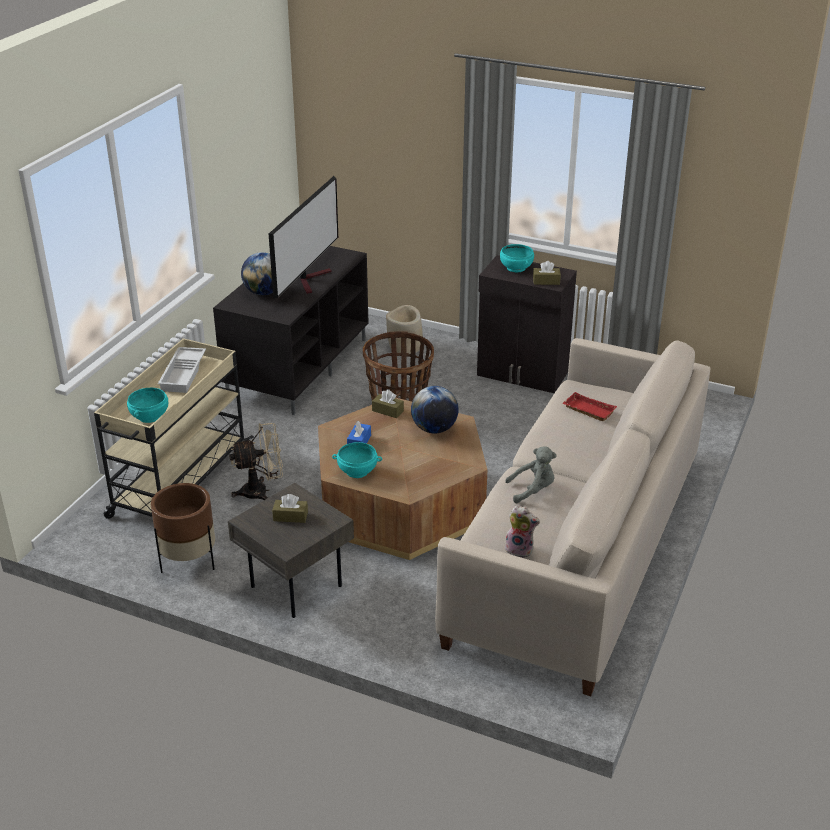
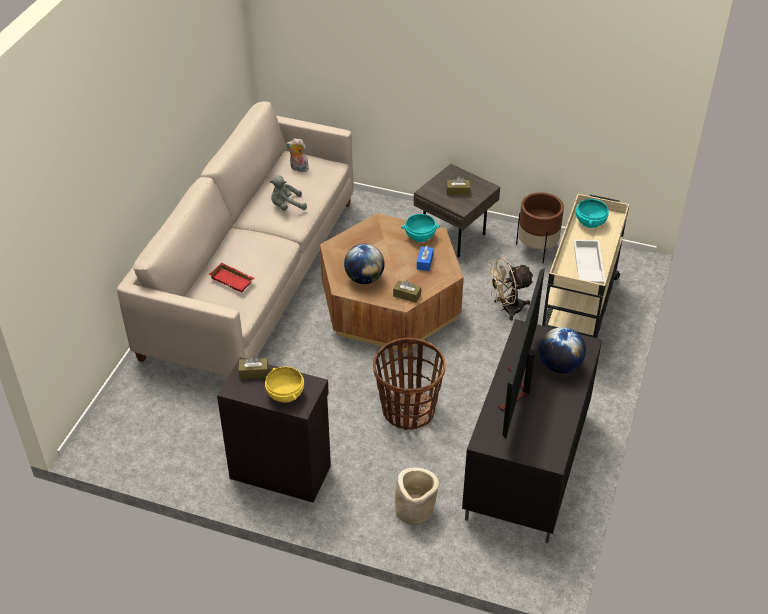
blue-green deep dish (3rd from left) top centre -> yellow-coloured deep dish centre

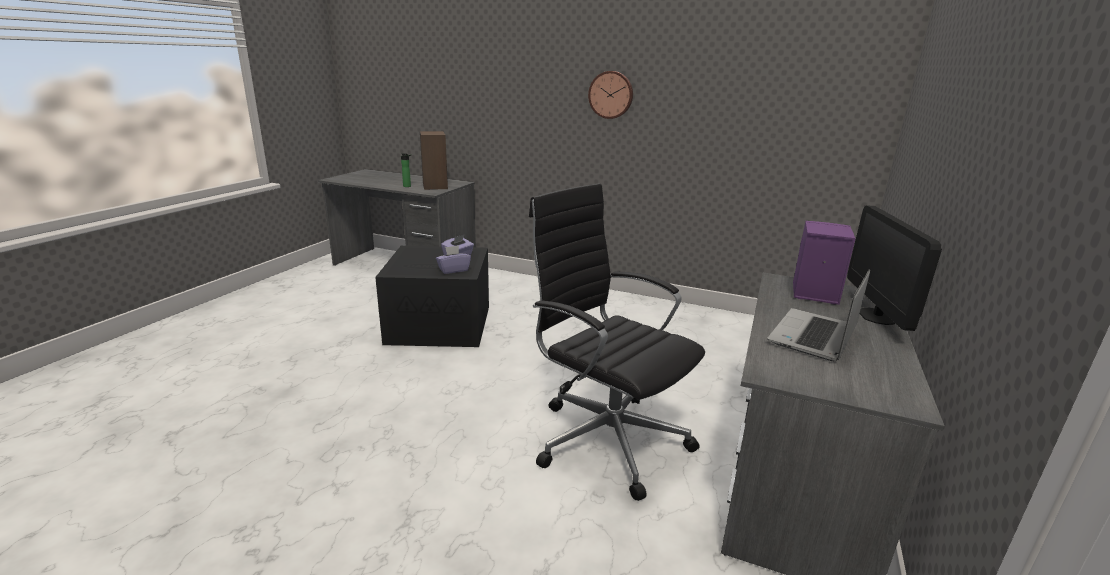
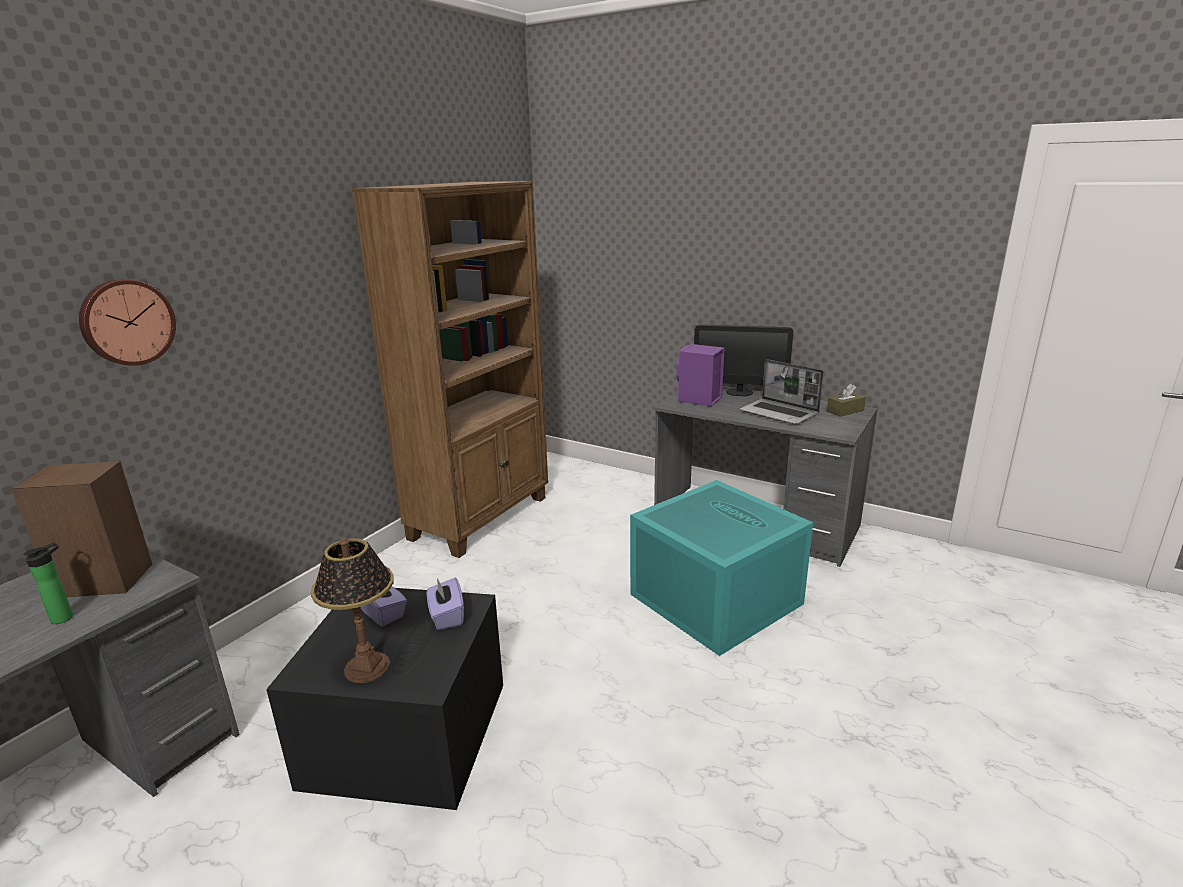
none -> tabletop lamp bottom left
none -> brown bookshelf centre
none -> brown tissue holder middle right
clock on the wall top centre -> clock on the wall middle left, moved
black computer chair centre -> blue-green storage box centre

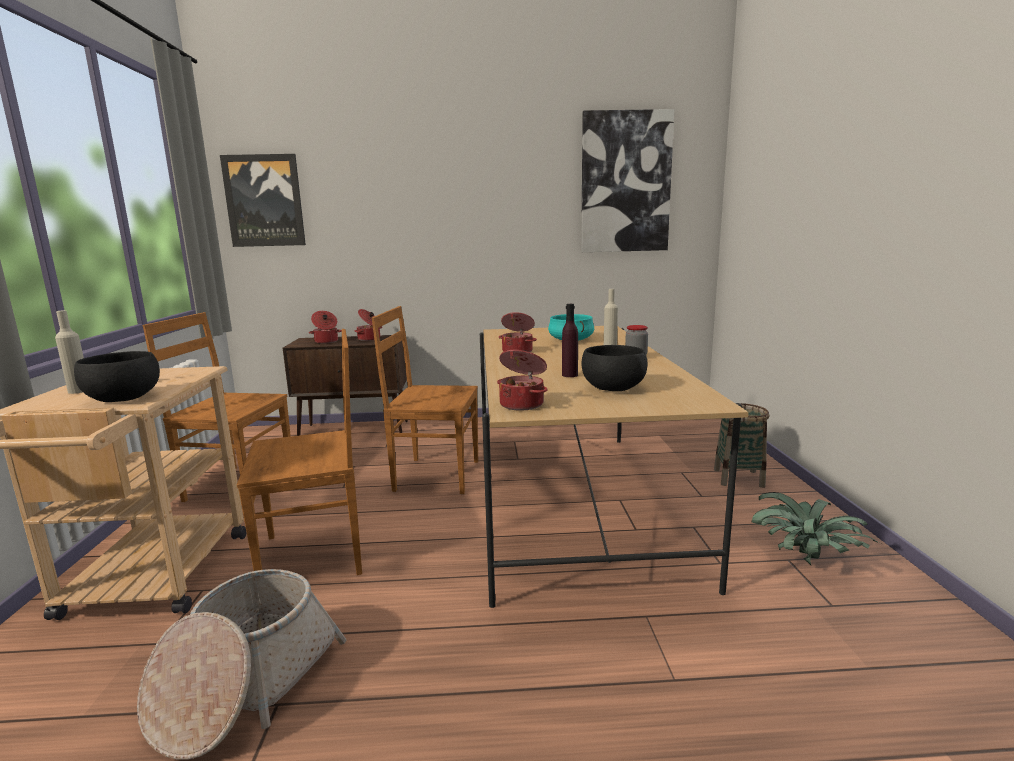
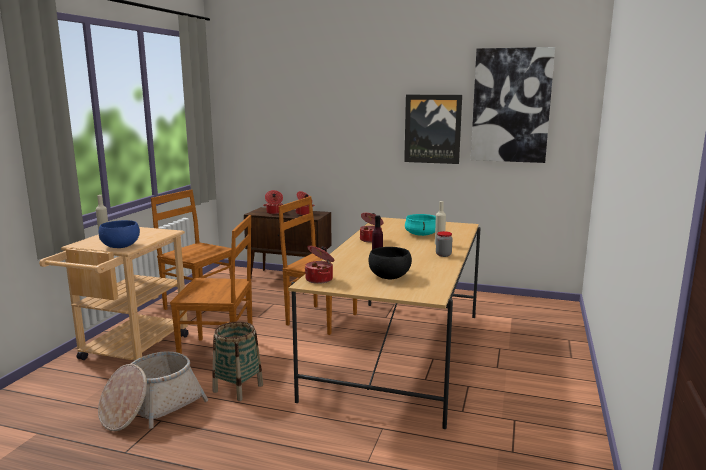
plant in a pot bottom right -> none
picture (1st from left) top left -> picture (1st from left) top centre, moved
storage basket (2nd from left) middle right -> storage basket (2nd from left) bottom centre, moved
black deep dish (1st from left) middle left -> bluish deep dish middle left

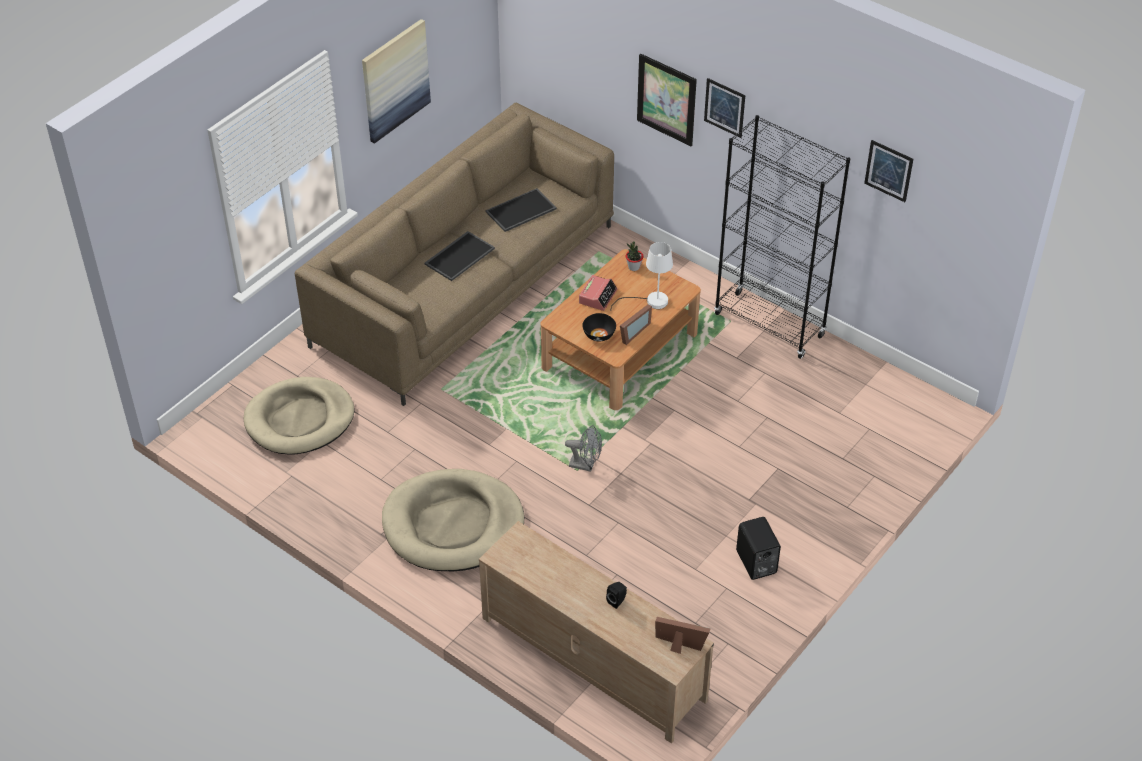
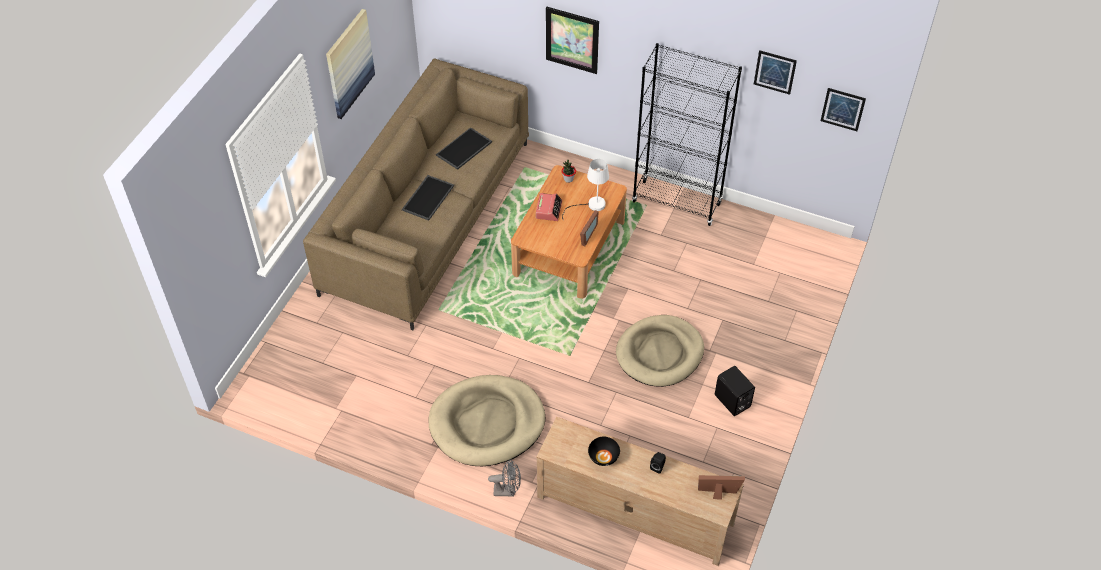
beige-coloured pet bed (1st from left in the first image) middle left -> beige-coloured pet bed (2nd from left) centre, moved
greyish cooling fan centre -> greyish cooling fan bottom centre, moved
black deep dish centre -> black deep dish bottom centre, moved
picture (3rd from left in the first image) top centre -> picture (4th from left) top right, moved

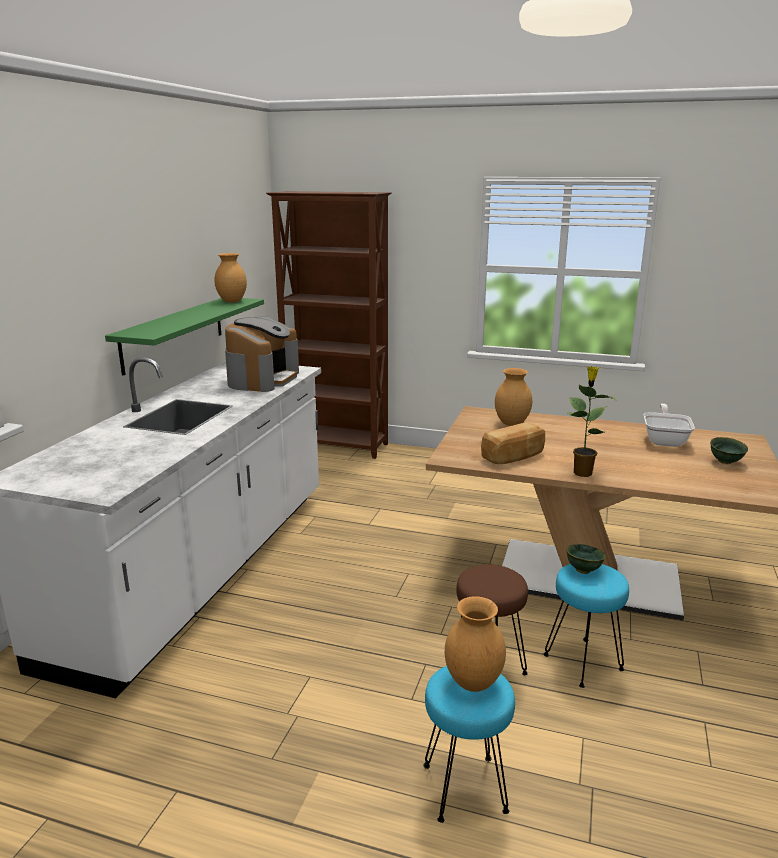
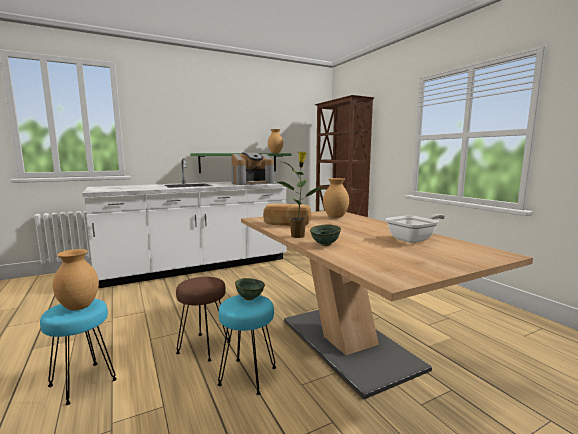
green deep dish (2nd from left) middle right -> green deep dish (2nd from left) centre, moved

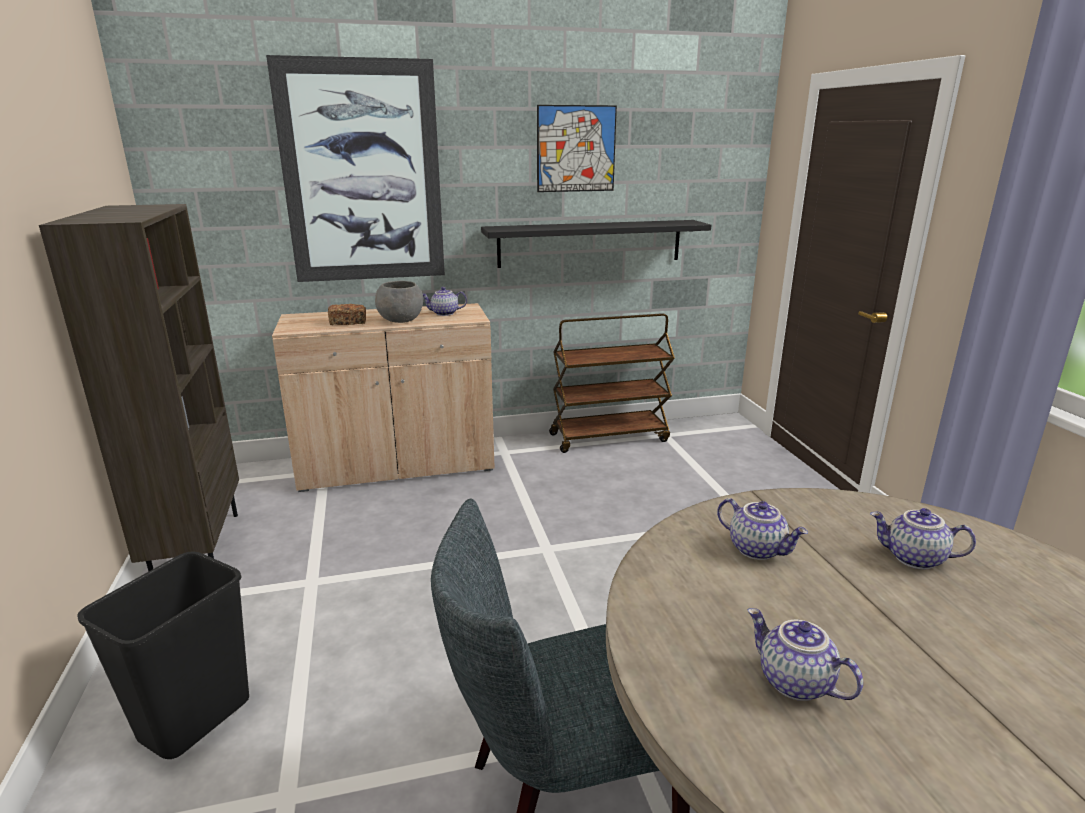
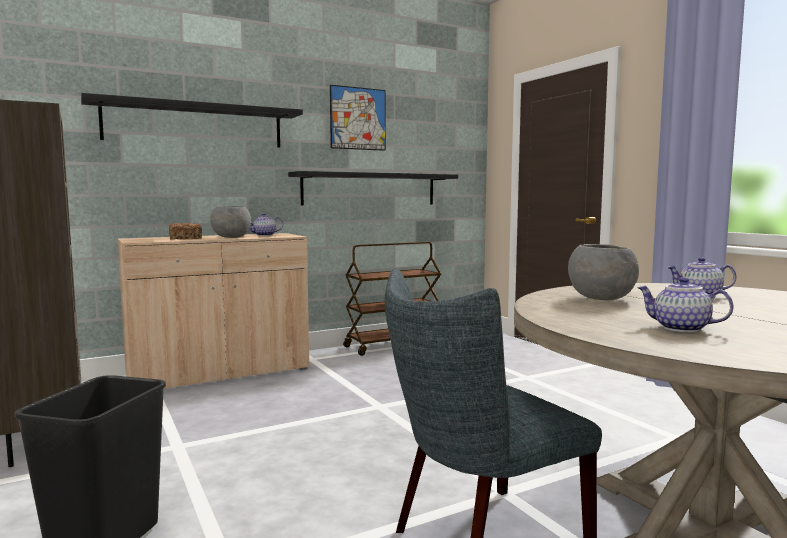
picture (1st from left) top left -> black wall shelf (1st from left) top left
tea pot (2nd from left) middle right -> greyish deep dish (2nd from left) middle right

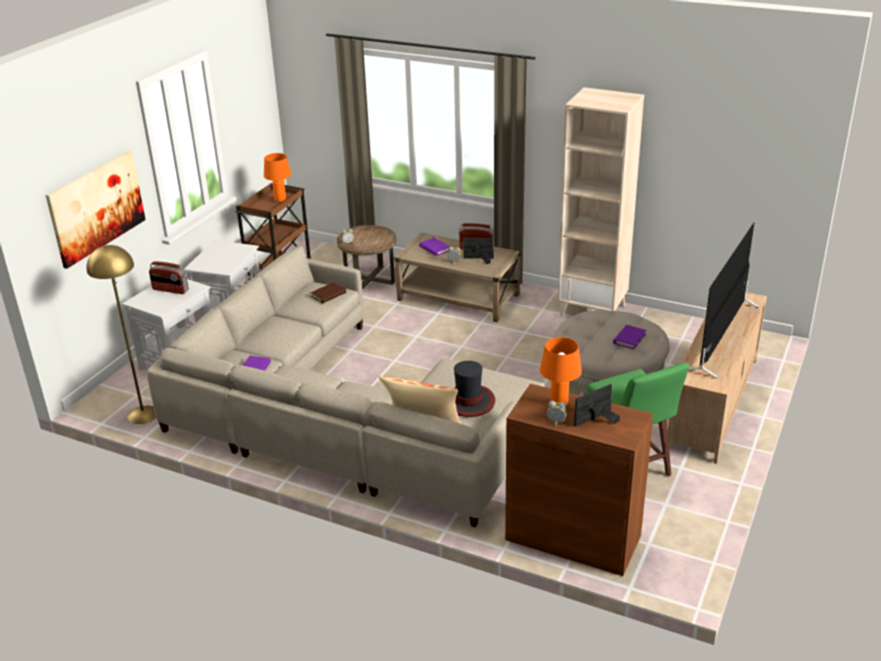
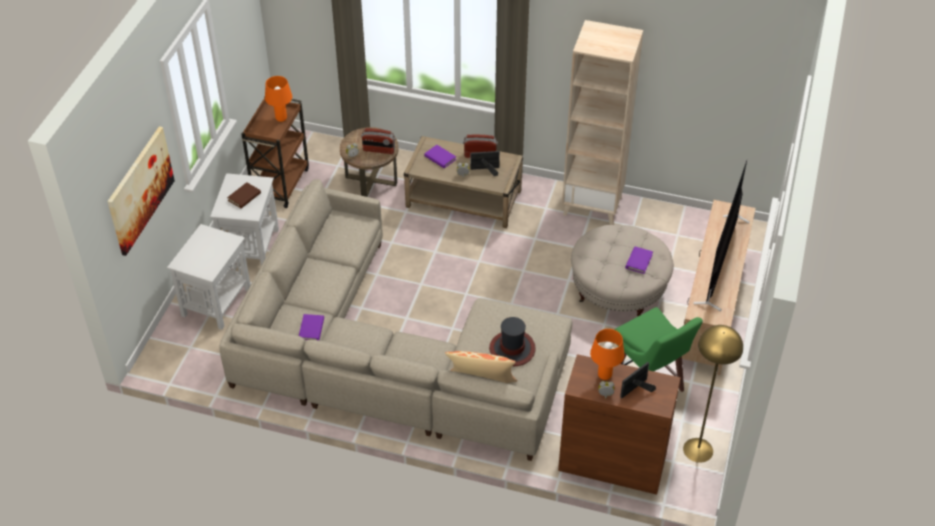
yellow-coloured standing lamp middle left -> yellow-coloured standing lamp bottom right, moved
radio (1st from left) middle left -> radio (1st from left) top centre, moved
brown book centre -> brown book middle left, moved

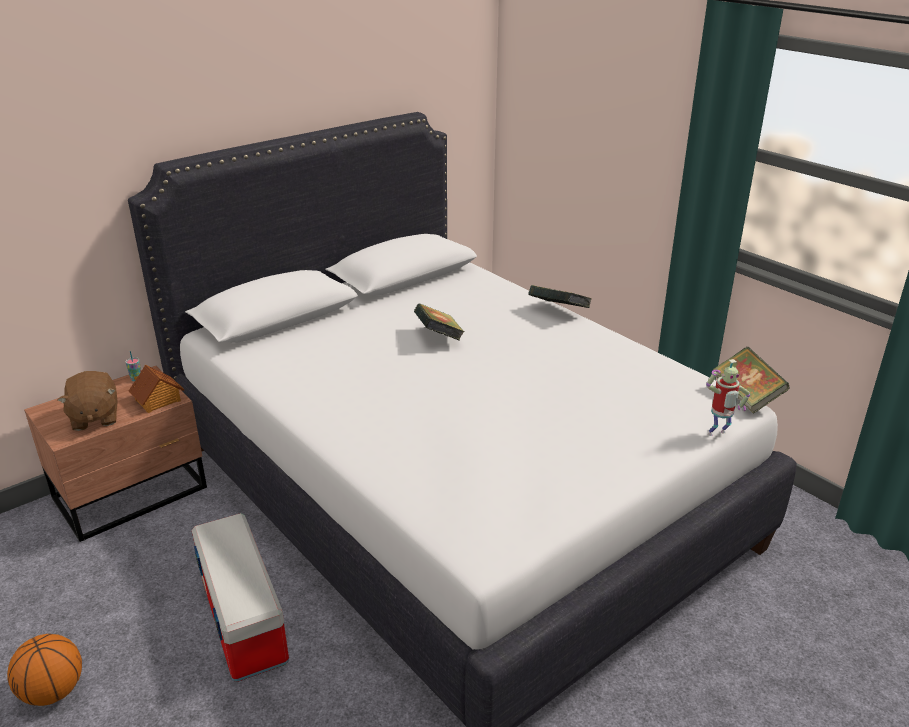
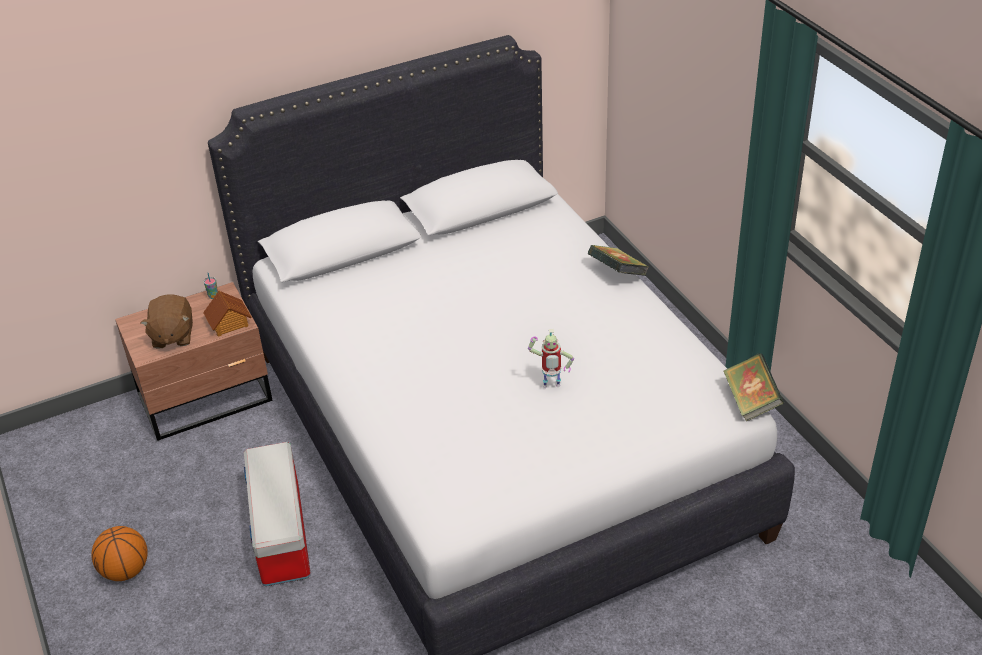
book (1st from left) centre -> none
model robot middle right -> model robot centre, moved

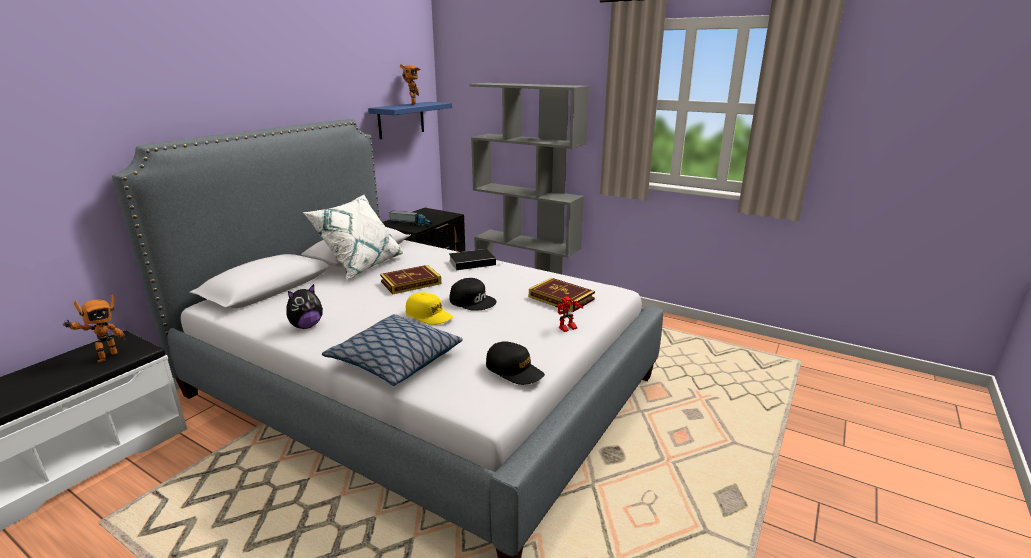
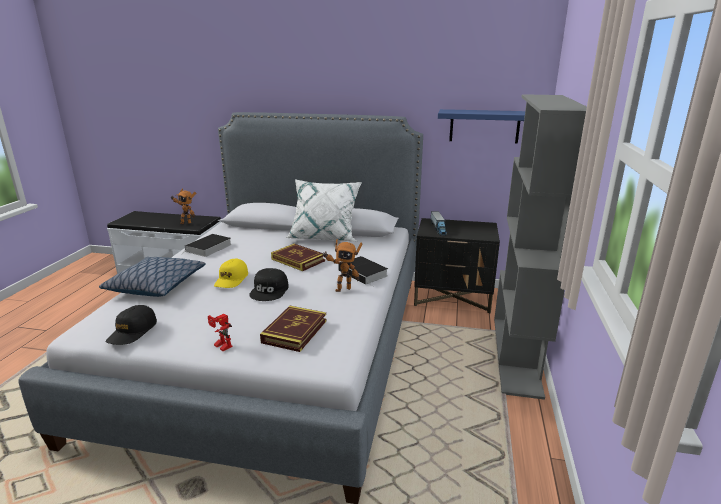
model robot (2nd from left in the first image) top centre -> model robot (3rd from left) centre, moved
soft toy middle left -> book (1st from left) middle left

